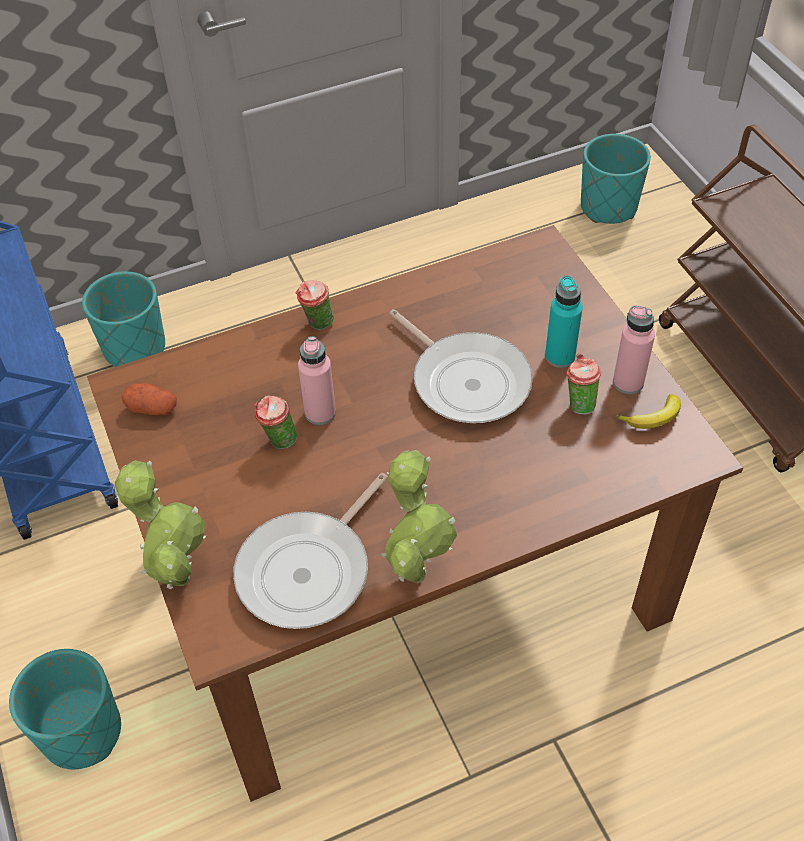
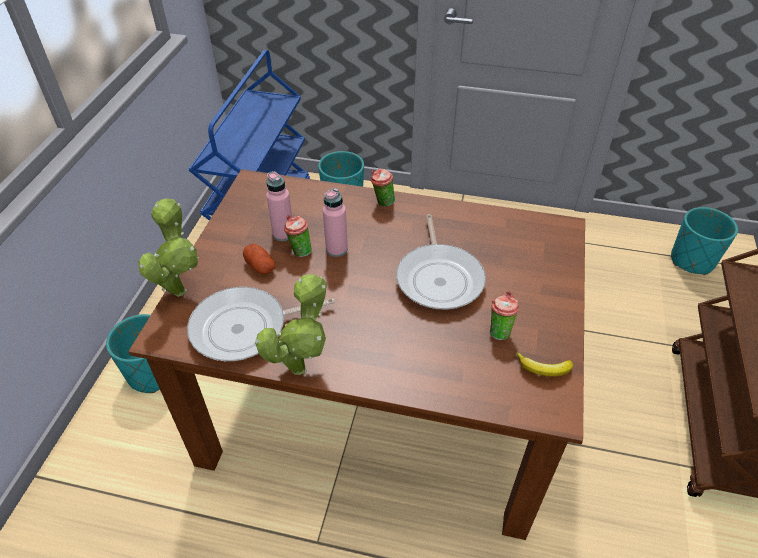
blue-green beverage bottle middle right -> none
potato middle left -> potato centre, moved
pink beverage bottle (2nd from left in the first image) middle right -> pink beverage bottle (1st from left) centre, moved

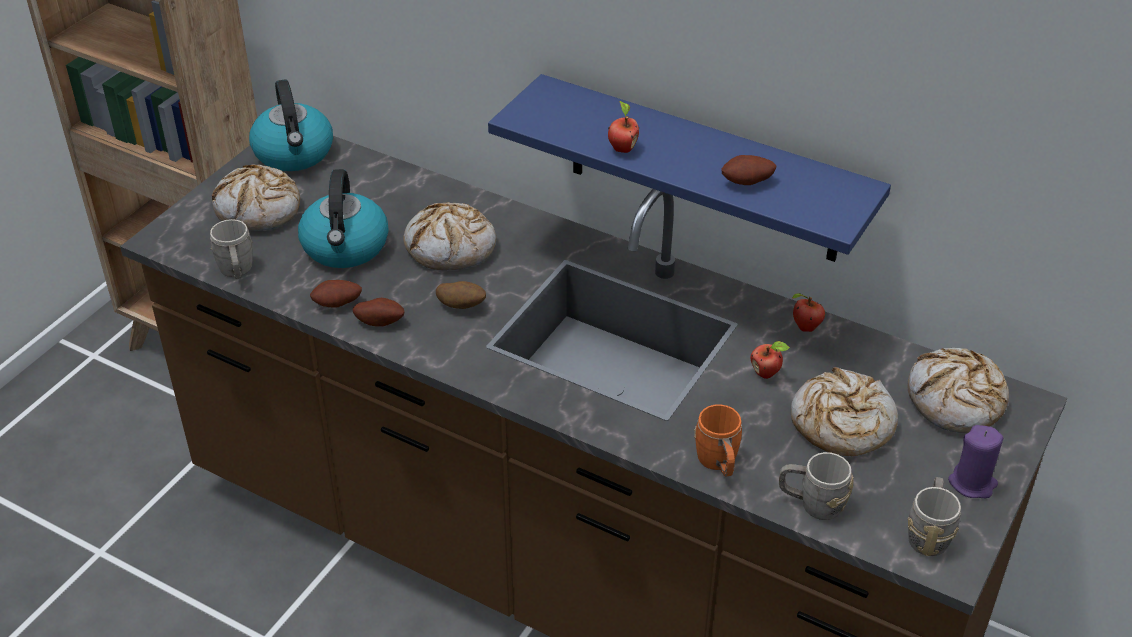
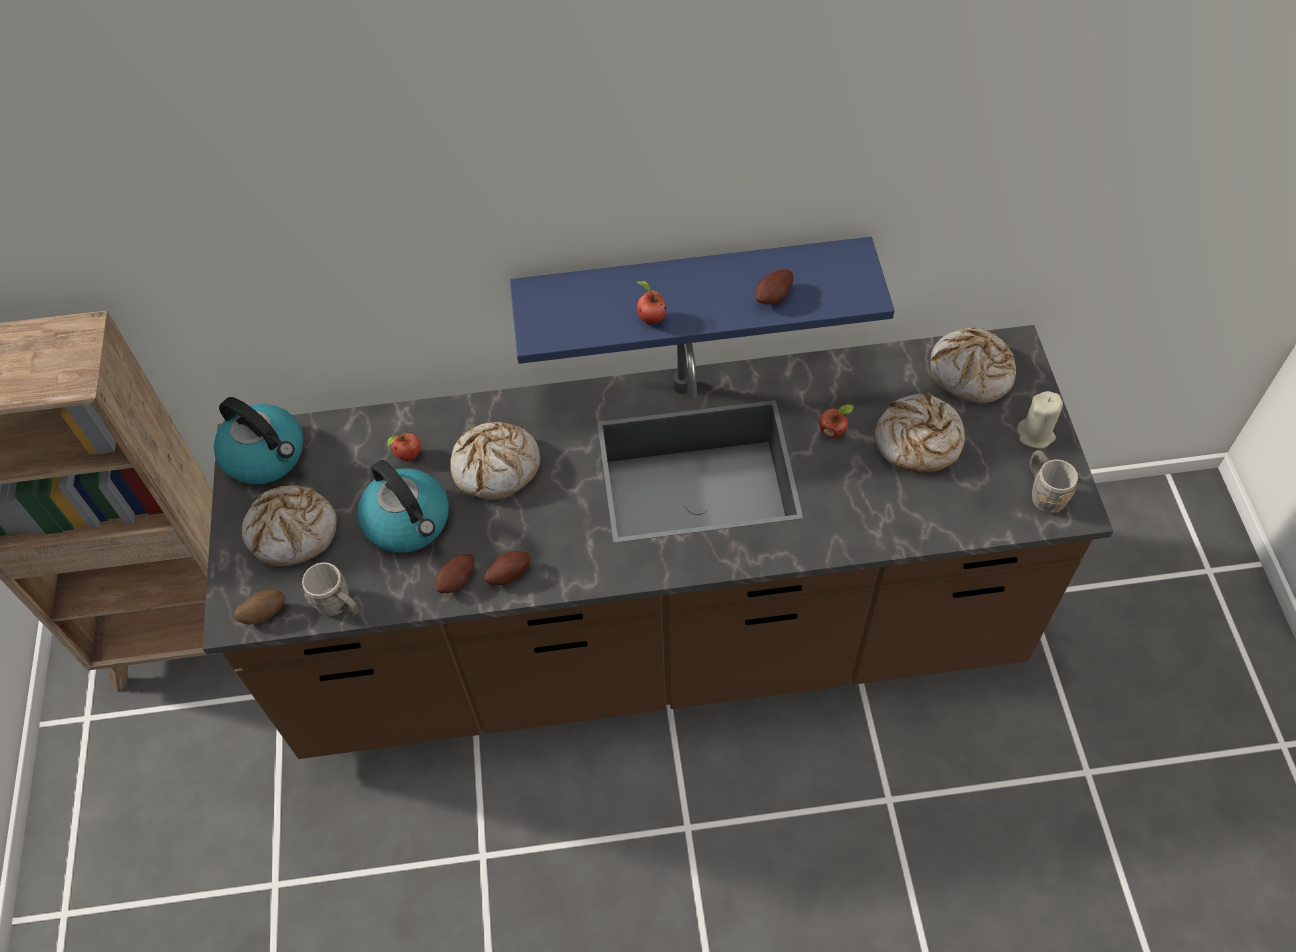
orangey mug bottom centre -> none
greyish mug (2nd from left) bottom right -> none
potato (3rd from left in the first image) centre -> potato (1st from left) middle left, moved
apple (3rd from left in the first image) middle right -> apple (1st from left) middle left, moved
purple-coloured wax candle bottom right -> beige-coloured wax candle middle right

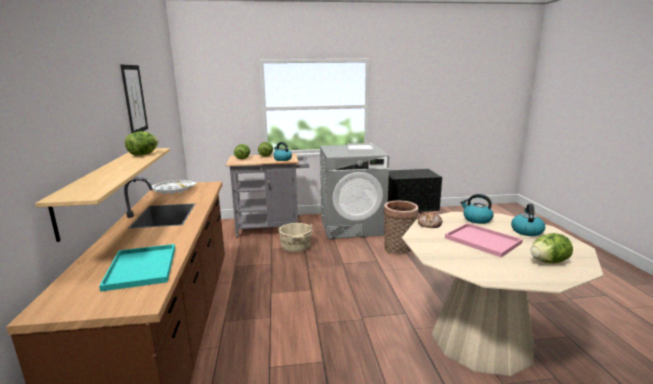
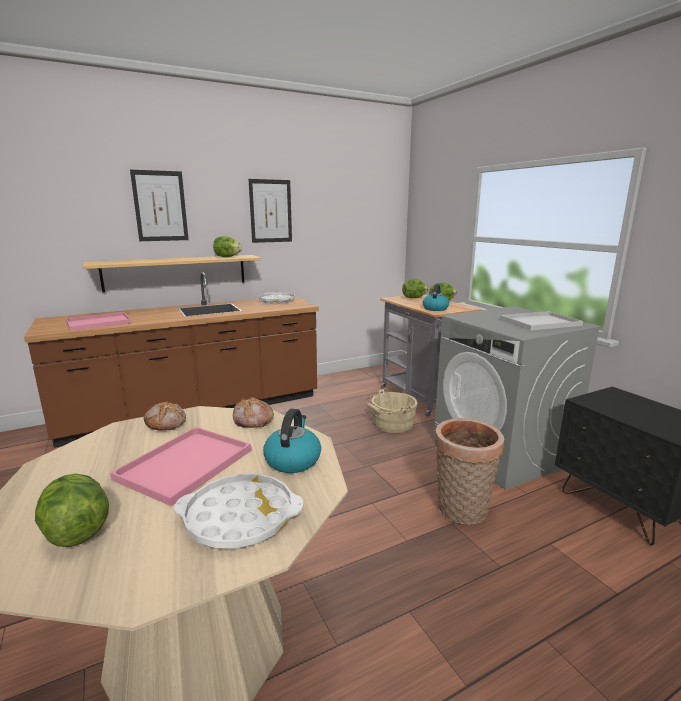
none -> picture (1st from left) top left
none -> baked bread (1st from left) middle left
water kettle (3rd from left) middle right -> white carrying tray (1st from left) bottom centre
blue-green carrying tray bottom left -> pink carrying tray (1st from left) middle left

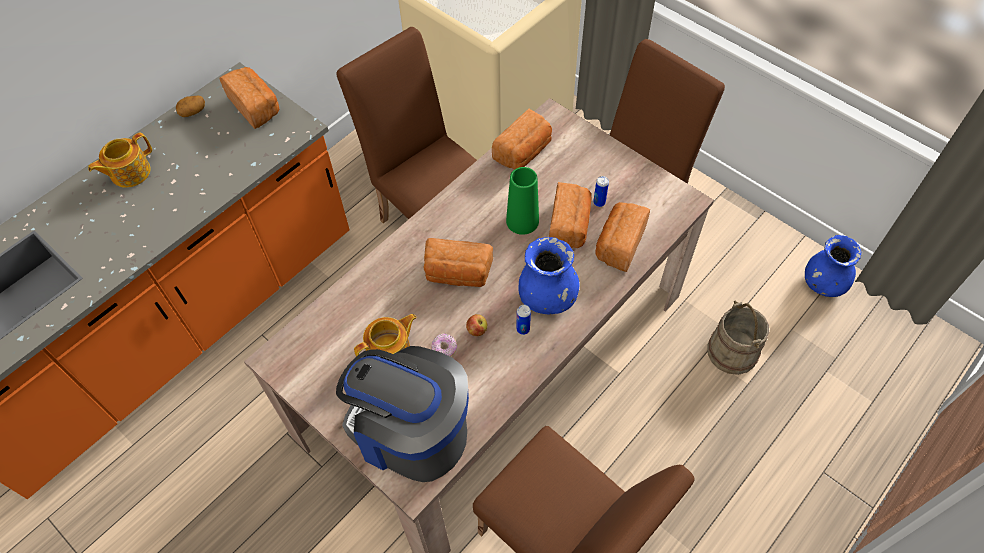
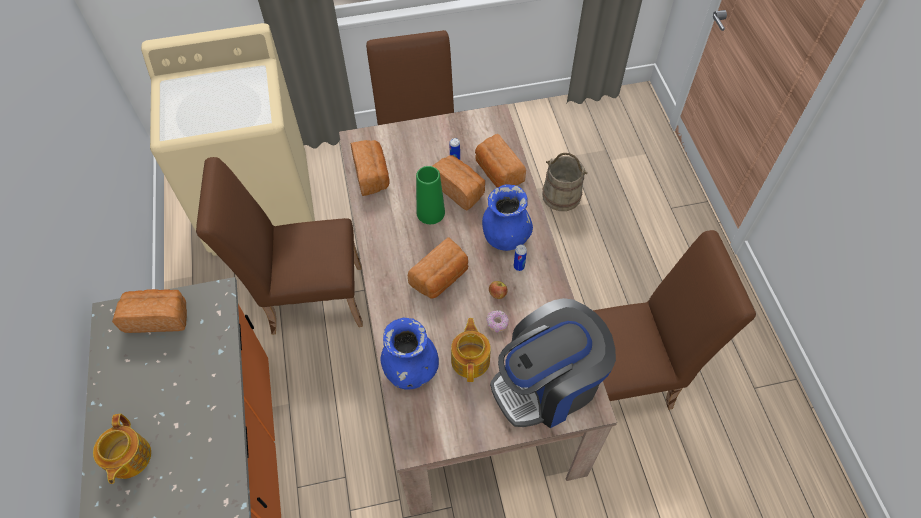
potato top left -> none
bluish flower vase (2nd from left in the first image) middle right -> bluish flower vase (1st from left) bottom centre, moved

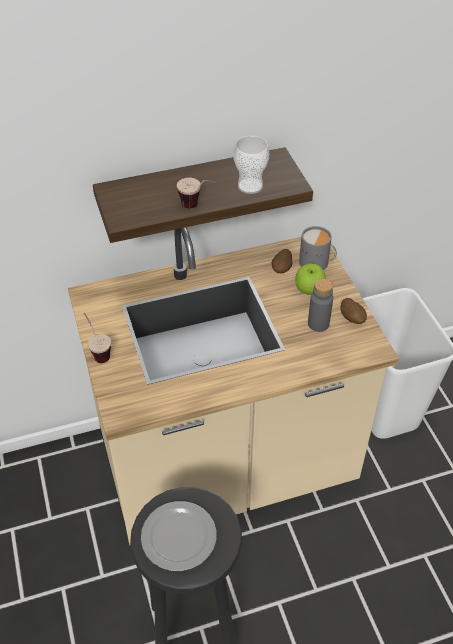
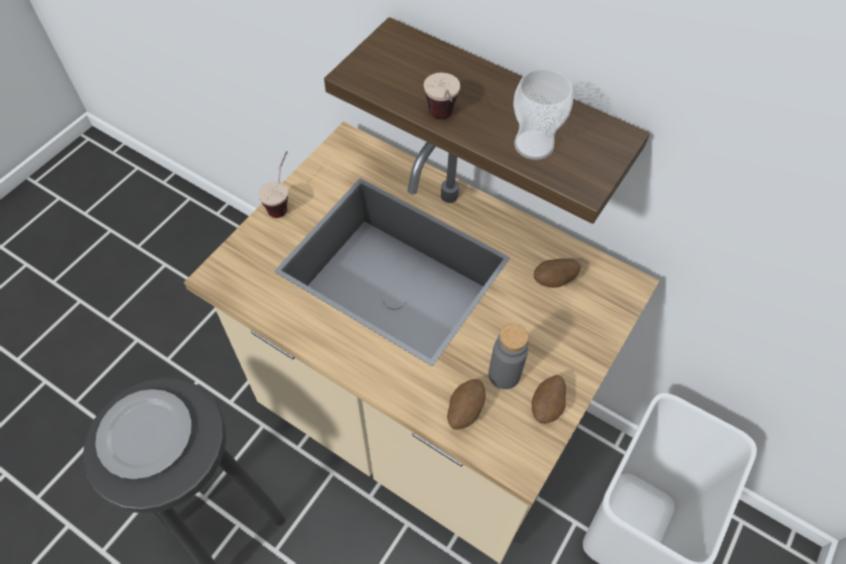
apple middle right -> none
greyish mug middle right -> none
none -> potato (1st from left) bottom centre

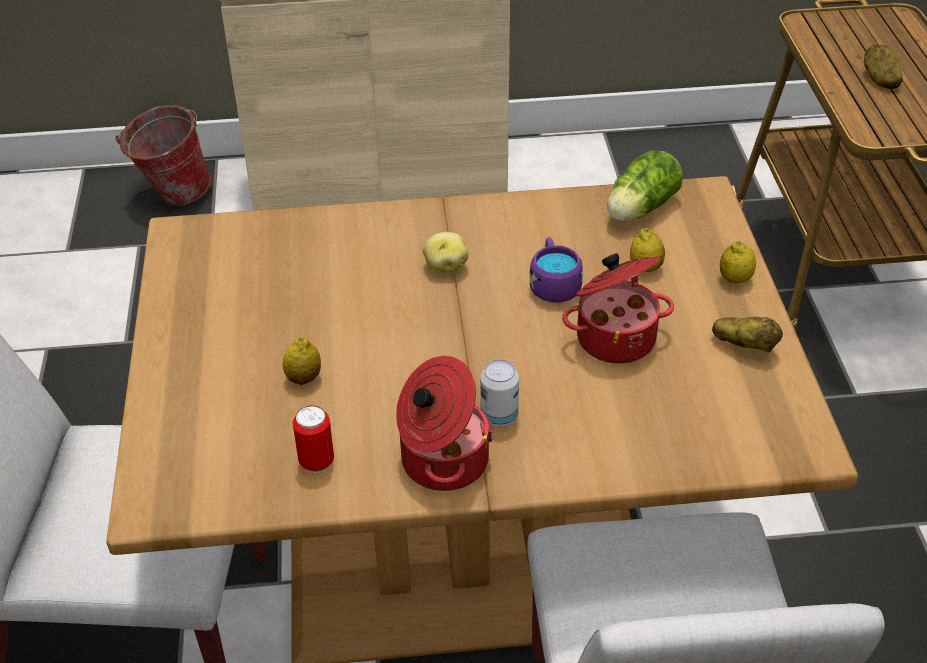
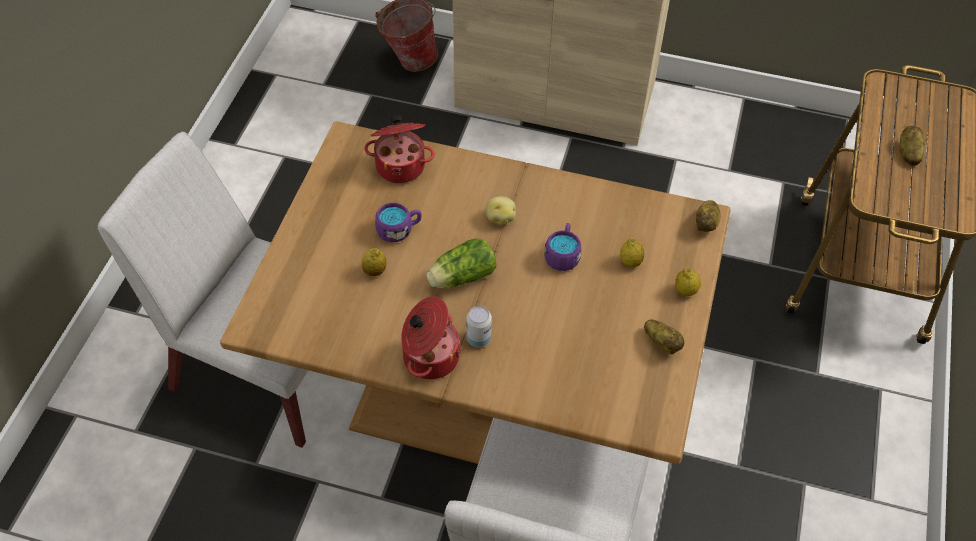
sealed can (1st from left) centre -> none
none -> purple-coloured mug (1st from left) centre
none -> potato (3rd from left) middle right
saucepot (2nd from left in the first image) middle right -> saucepot (1st from left) top centre, moved
lettuce top right -> lettuce centre, moved

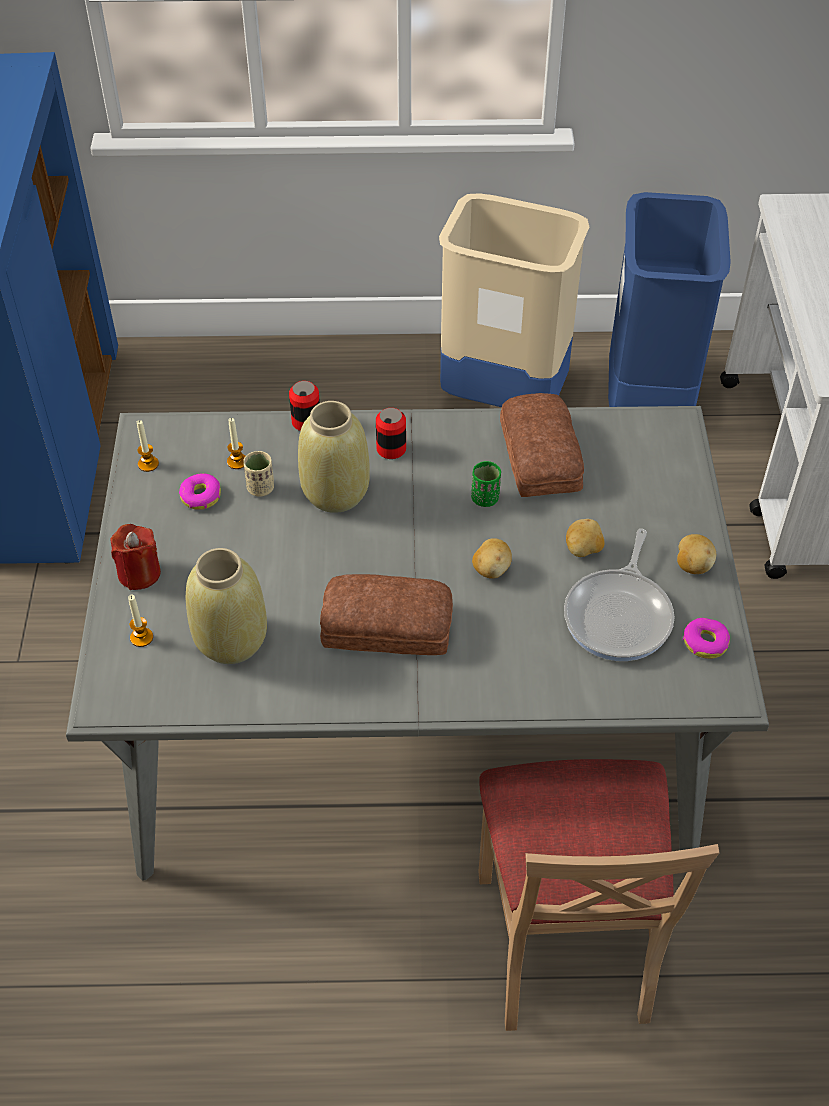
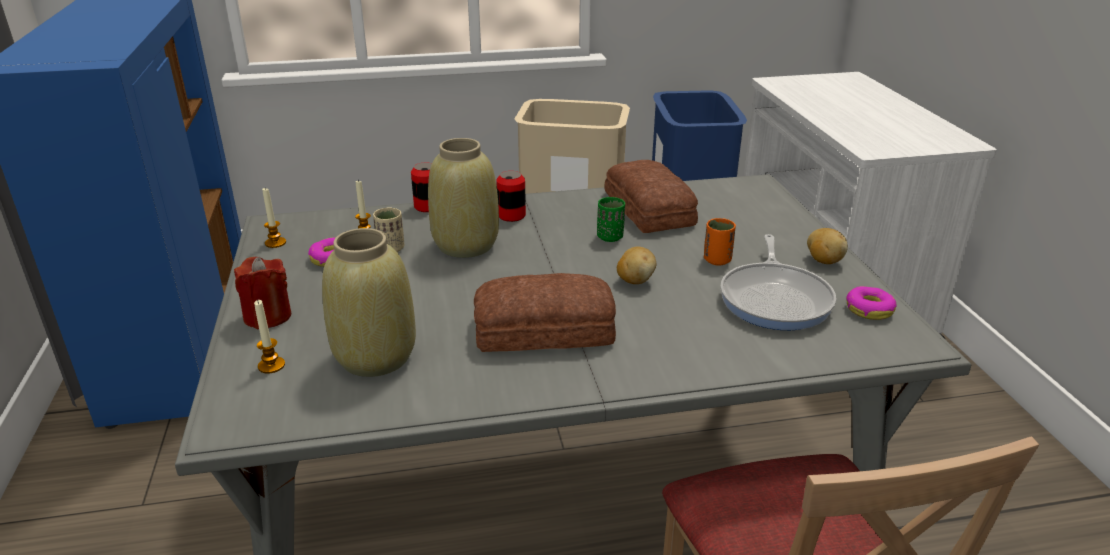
potato (2nd from left) middle right -> orangey cup centre

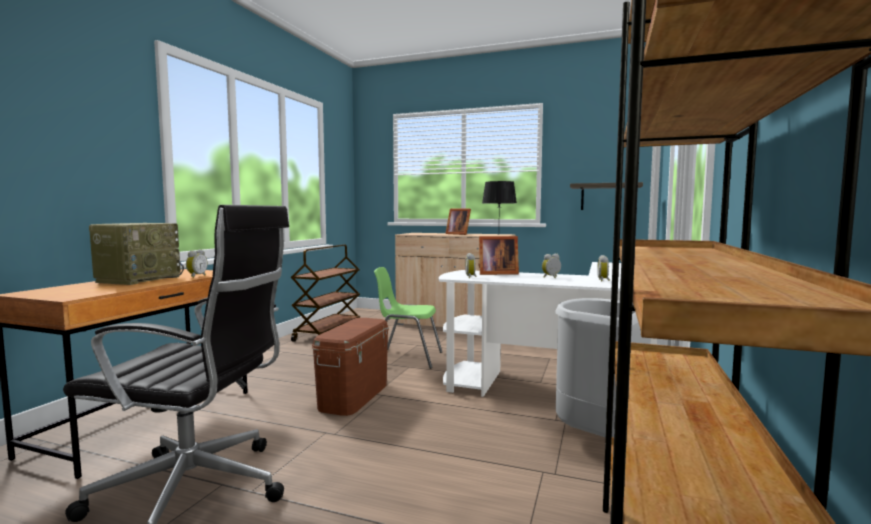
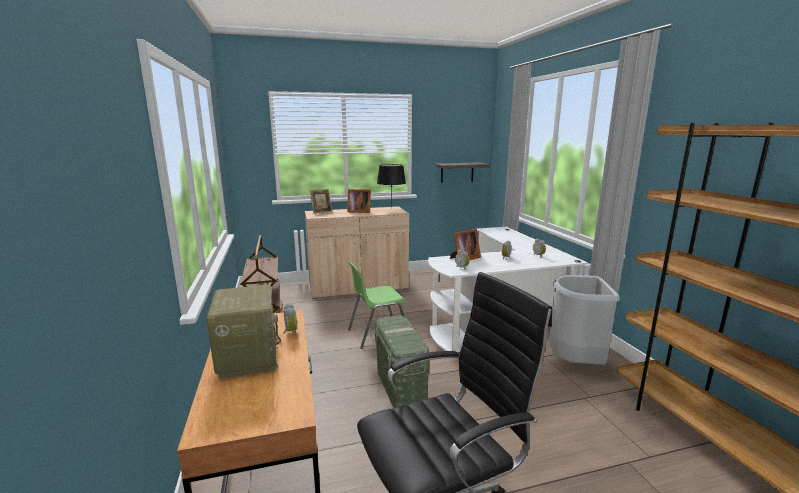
none -> photo frame (1st from left) centre
brown storage box bottom centre -> green storage box bottom centre

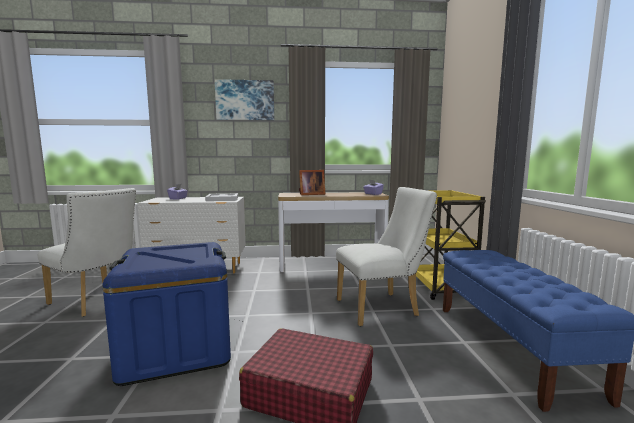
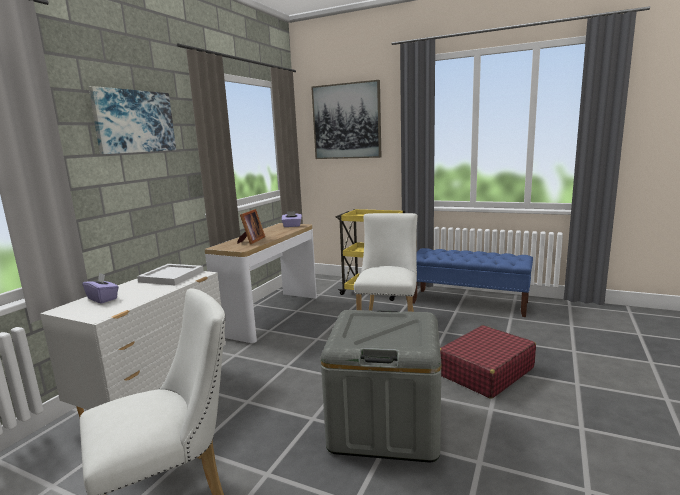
none -> picture (2nd from left) top centre
bluish storage box bottom left -> greyish storage box bottom centre

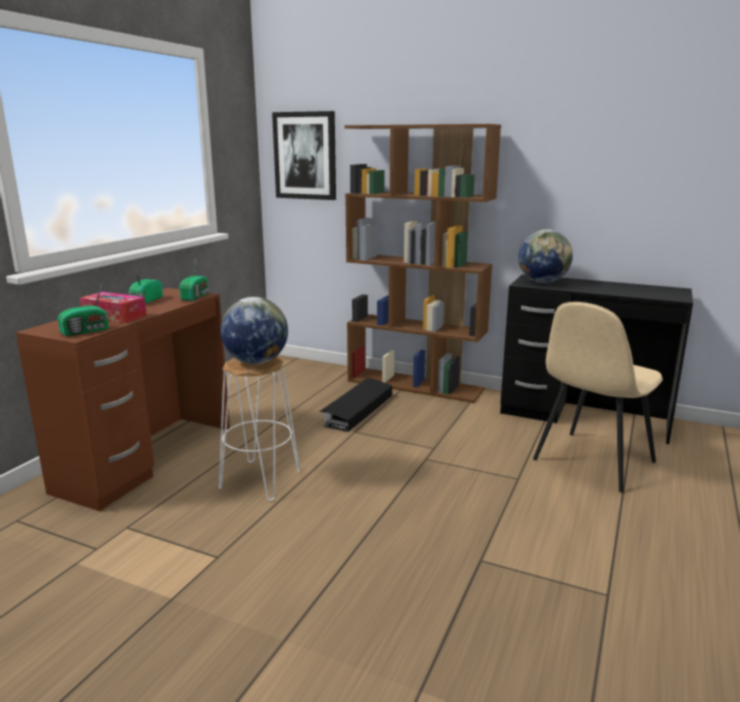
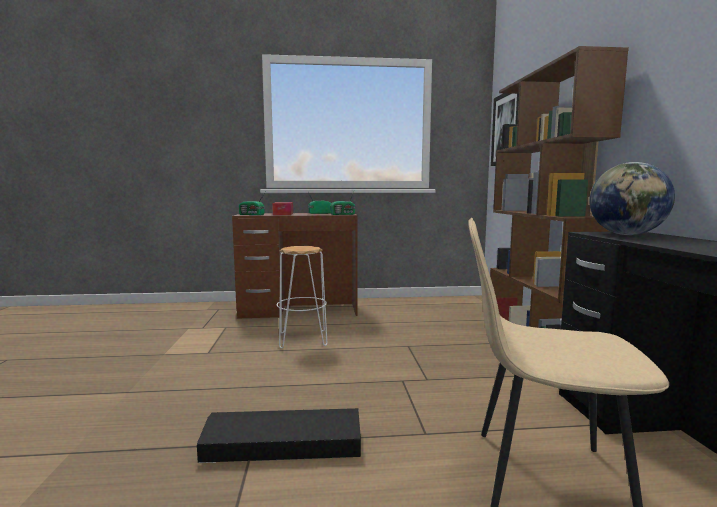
world globe (1st from left) centre -> none
black storage box centre -> black storage box bottom centre, moved

